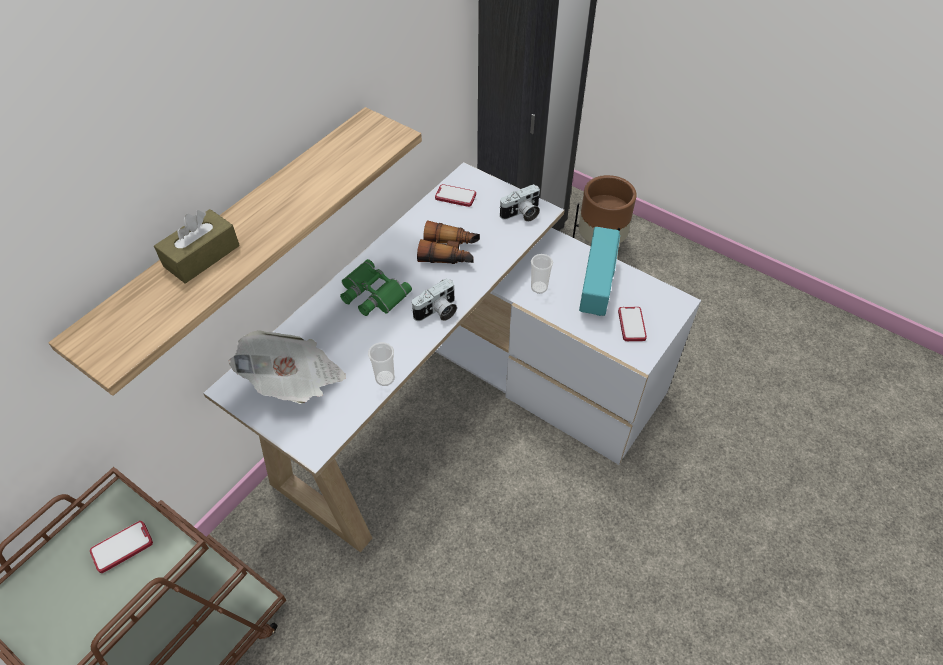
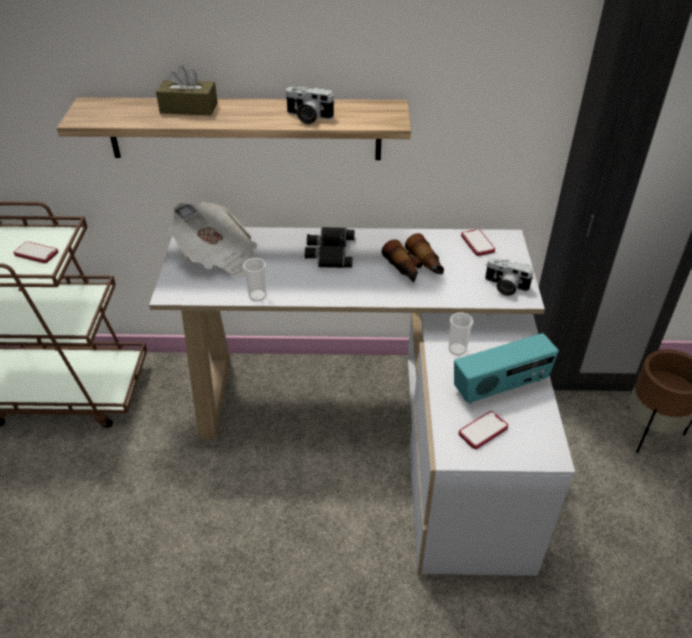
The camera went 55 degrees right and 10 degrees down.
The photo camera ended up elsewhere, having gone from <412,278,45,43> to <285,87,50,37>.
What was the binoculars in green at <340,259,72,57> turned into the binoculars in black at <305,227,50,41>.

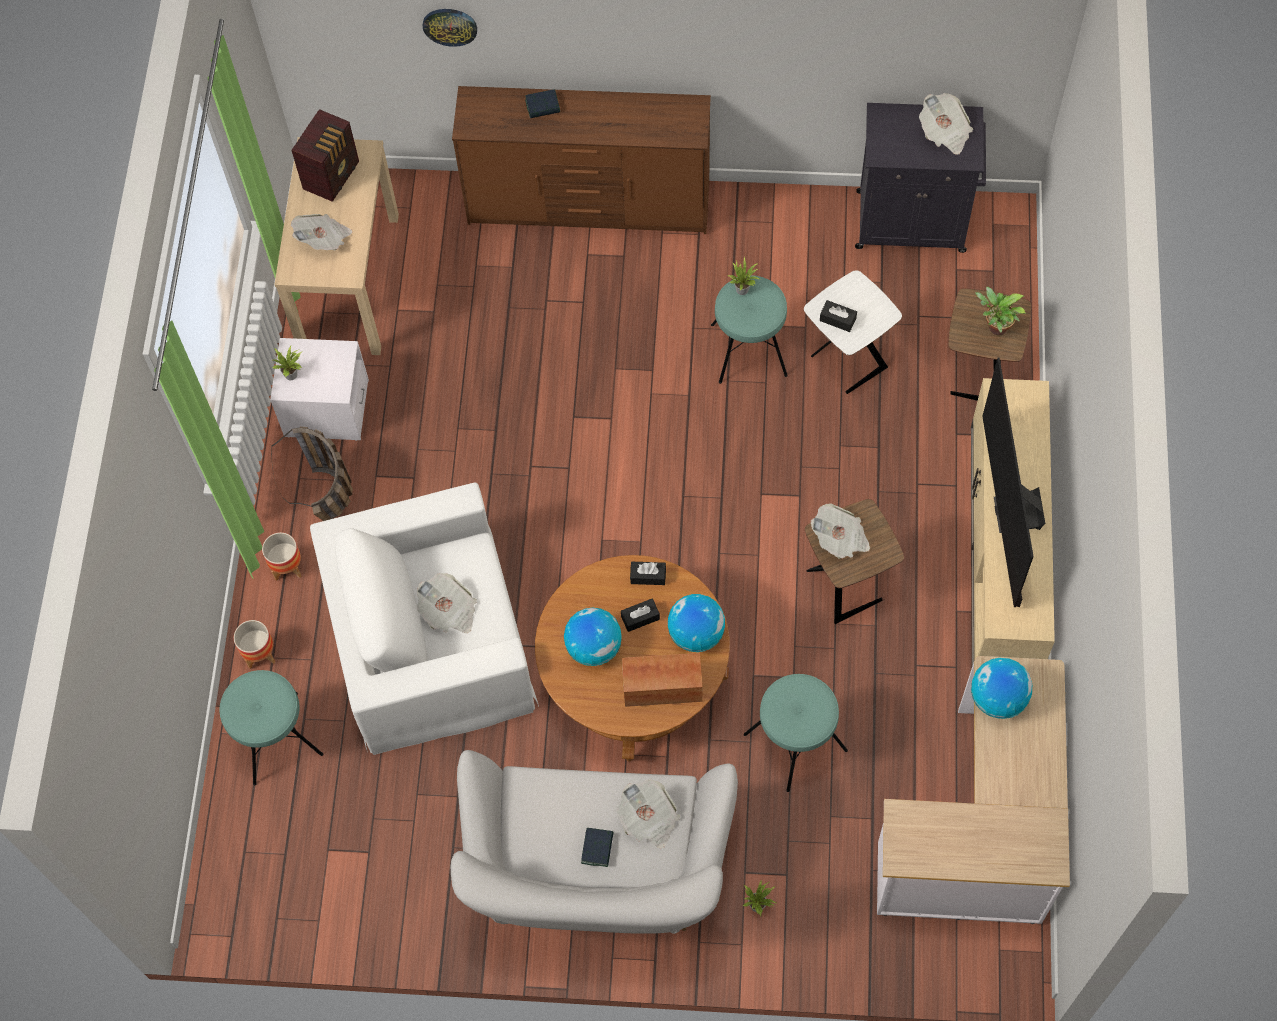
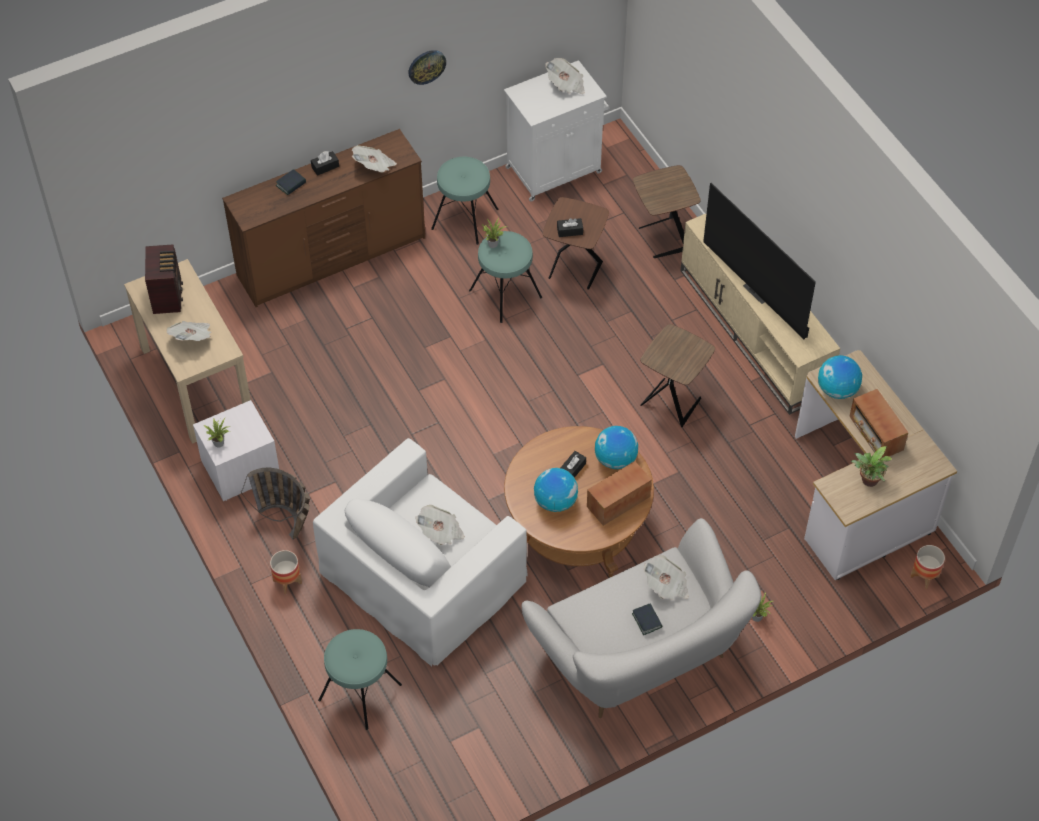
The camera went 35 degrees left and 10 degrees down.
The second view gained the radio at <849,389,59,71>.
The planter ended up elsewhere, having gone from <234,620,41,49> to <910,545,35,44>.
The wall clock ended up elsewhere, having gone from <423,9,54,38> to <408,50,38,35>.
The tissue box in black ended up elsewhere, having gone from <630,562,36,23> to <311,151,28,25>.
The stool in turquoise ended up elsewhere, having gone from <744,674,104,118> to <431,157,67,88>.
The newspaper ended up elsewhere, having gone from <811,503,59,56> to <352,145,45,28>.
The potted plant ended up elsewhere, having gone from <975,287,51,48> to <851,446,41,41>.
What was the side table in white at <804,270,98,124> turned into the side table in brown at <543,197,66,92>.
What was the cabinet in black at <855,103,131,150> turned into the cabinet in white at <504,60,105,142>.

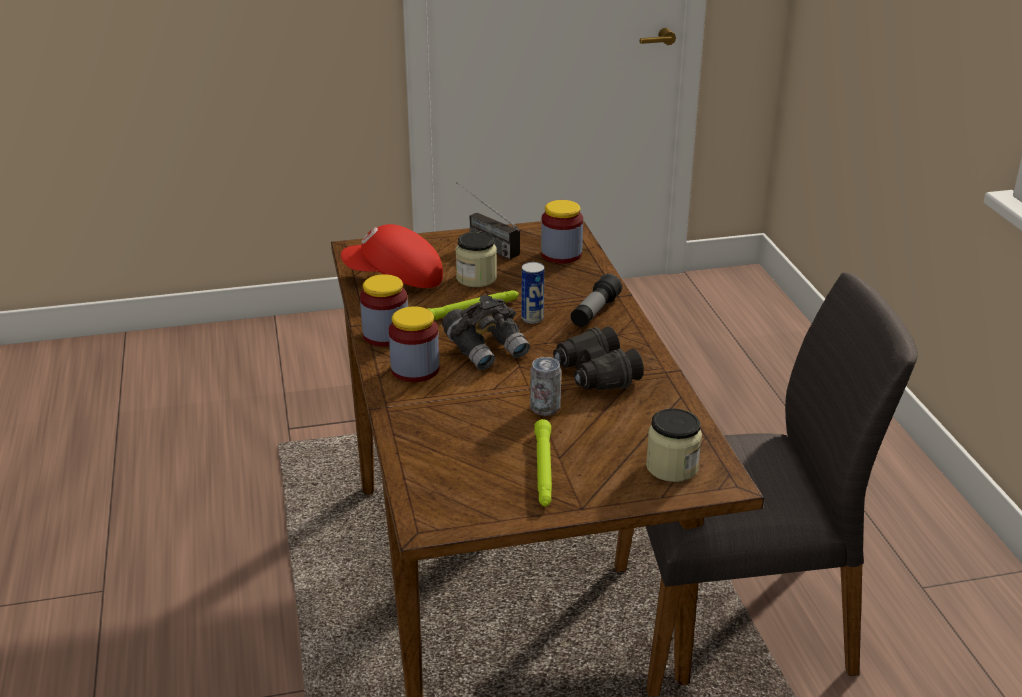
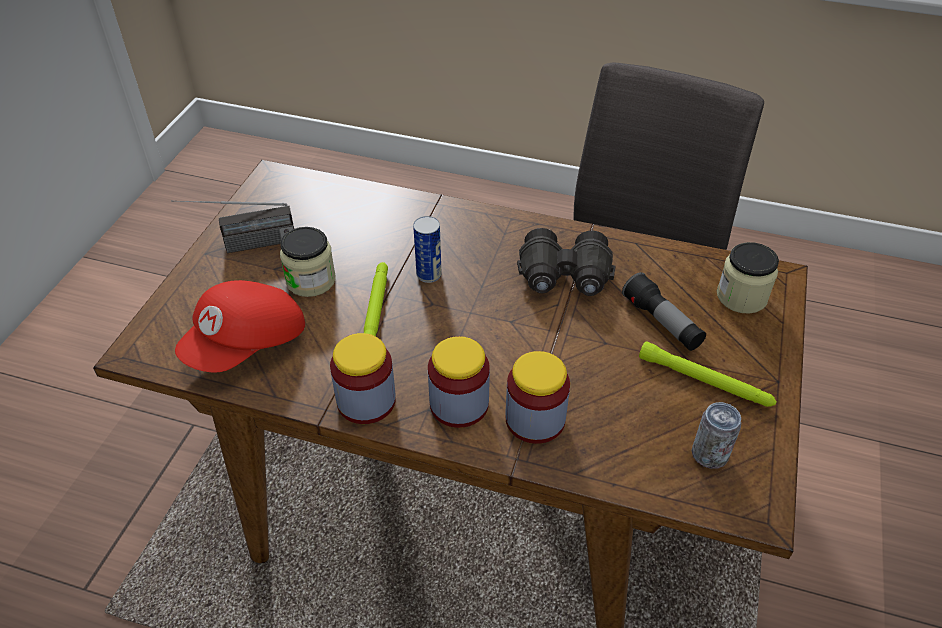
The camera went 60 degrees left and 15 degrees up.
The second view lost the binoculars in grey at <442,295,88,75>.
The can ended up elsewhere, having gone from <530,357,31,59> to <692,402,49,67>.
The jar ended up elsewhere, having gone from <541,200,42,64> to <505,351,65,93>.
The flashlight ended up elsewhere, having gone from <571,274,51,53> to <622,272,84,79>.

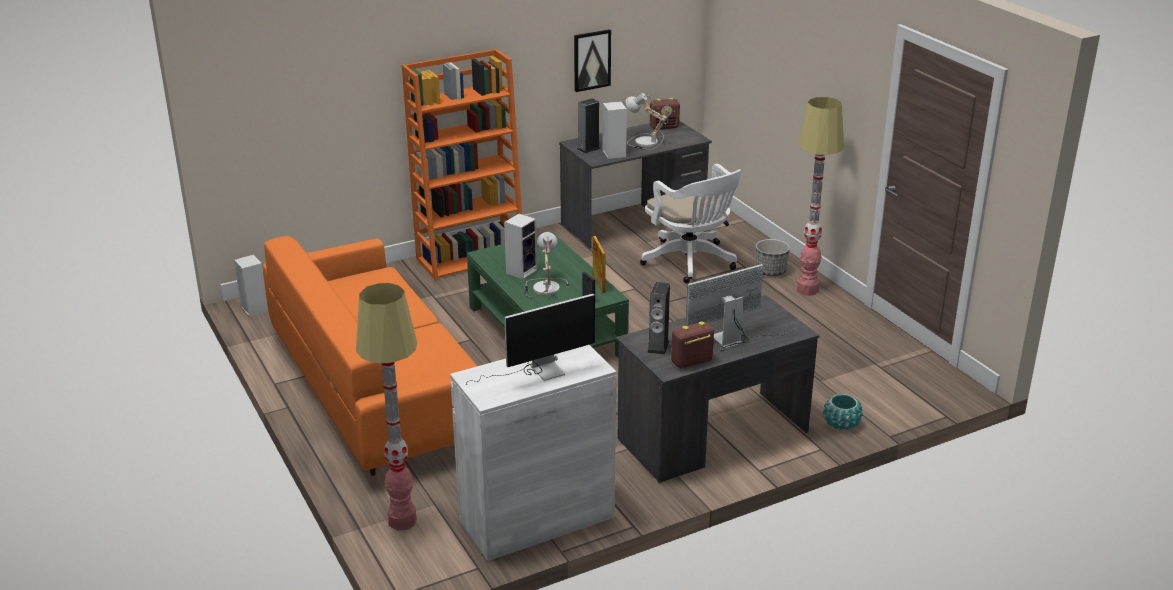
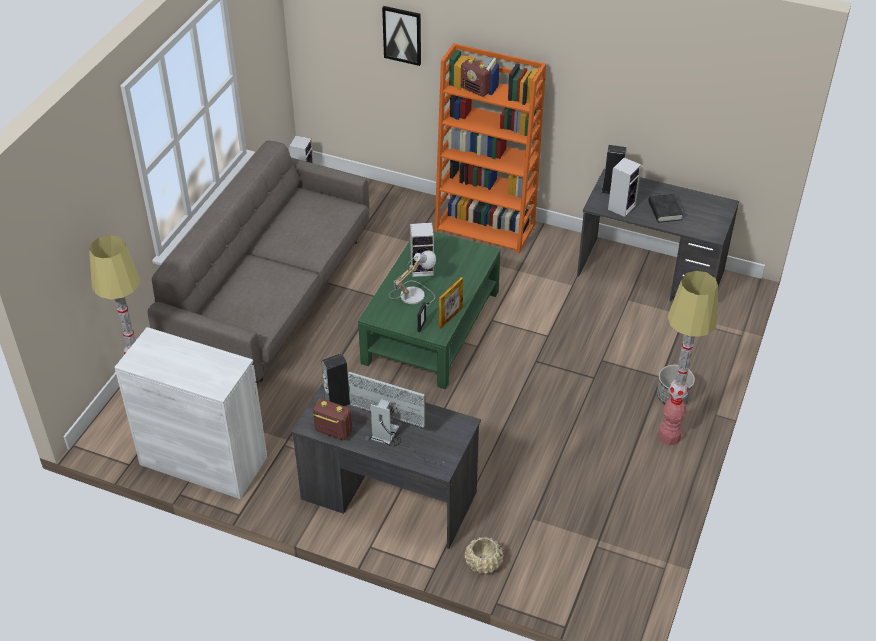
The camera went 50 degrees right and 15 degrees up.
The second view lost the monitor at <466,294,129,91>.
The second view lost the office chair in white at <640,164,101,119>.
The picture ended up elsewhere, having gone from <574,29,37,63> to <382,6,39,60>.
The radio ended up elsewhere, having gone from <650,98,30,32> to <461,59,31,38>.
Where the table lamp stood at <625,93,43,57>, the book in black came to stand at <648,194,35,29>.
What was the sofa in orange at <263,236,214,240> turned into the sofa in grey at <148,141,222,241>.
What was the planter in turquoise at <823,394,40,36> turned into the planter in beige at <465,536,38,39>.

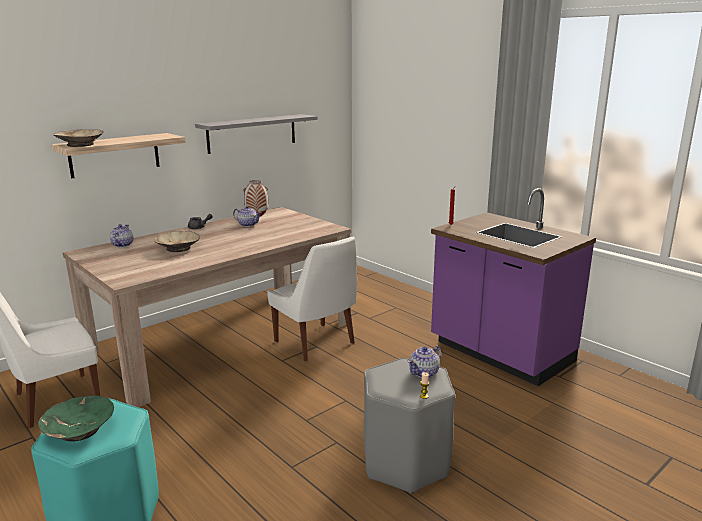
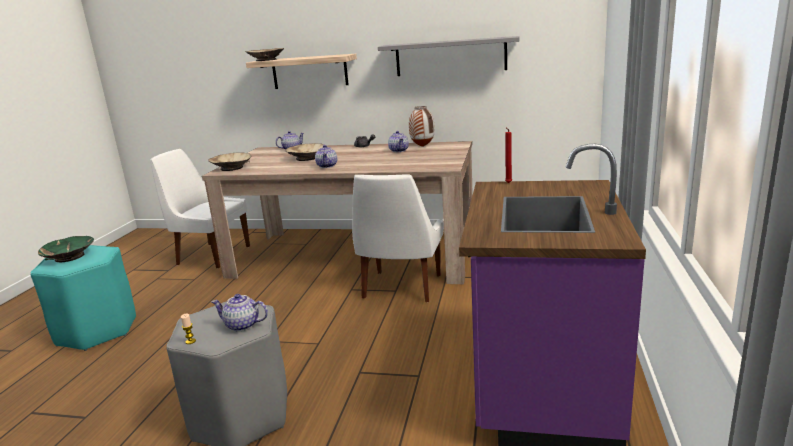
The camera went 55 degrees right and 0 degrees up.
The second view gained the bowl in beige at <208,152,43,19>.
The second view gained the teapot at <315,145,22,23>.

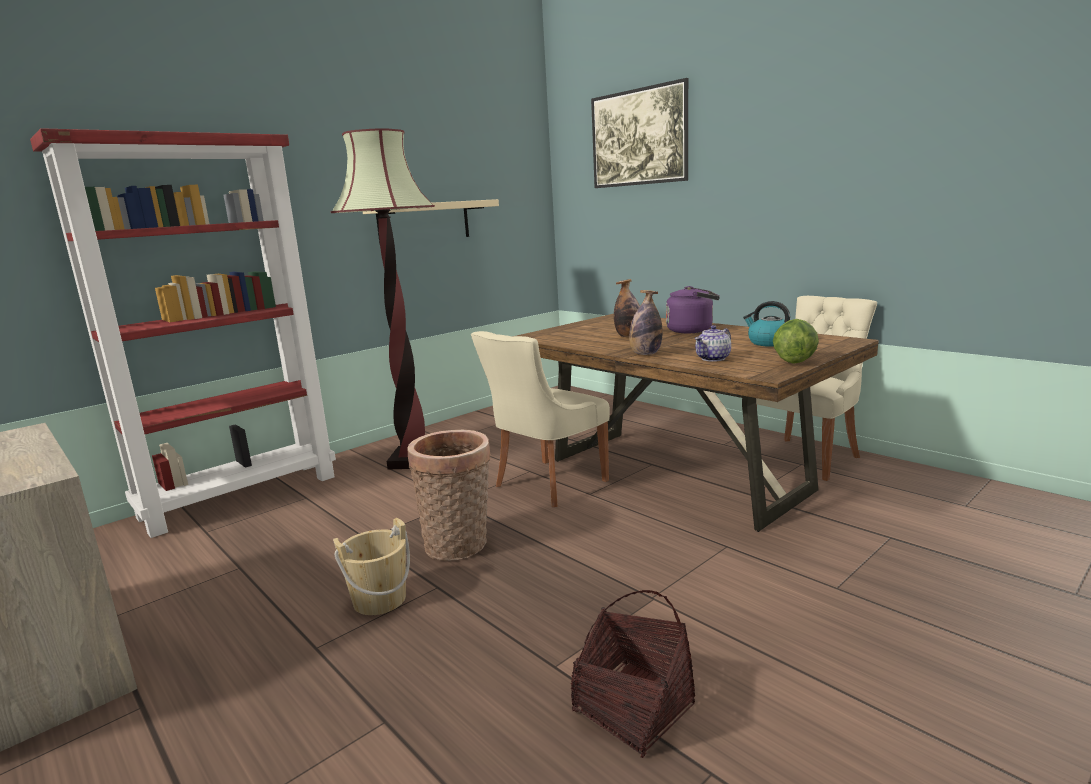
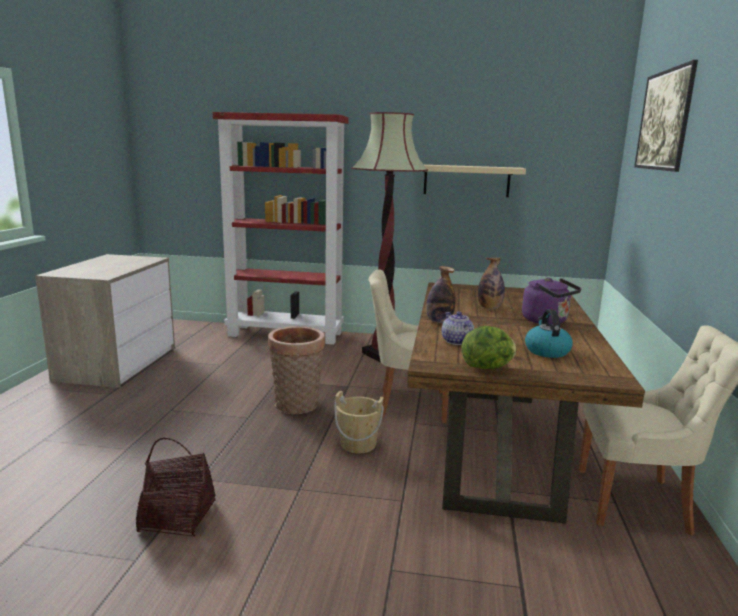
The camera went 50 degrees right and 0 degrees up.
The bucket in beige ended up elsewhere, having gone from <333,518,77,97> to <335,391,49,62>.
The teapot at <695,325,36,37> ended up facing another way, 60 degrees clockwise from before.

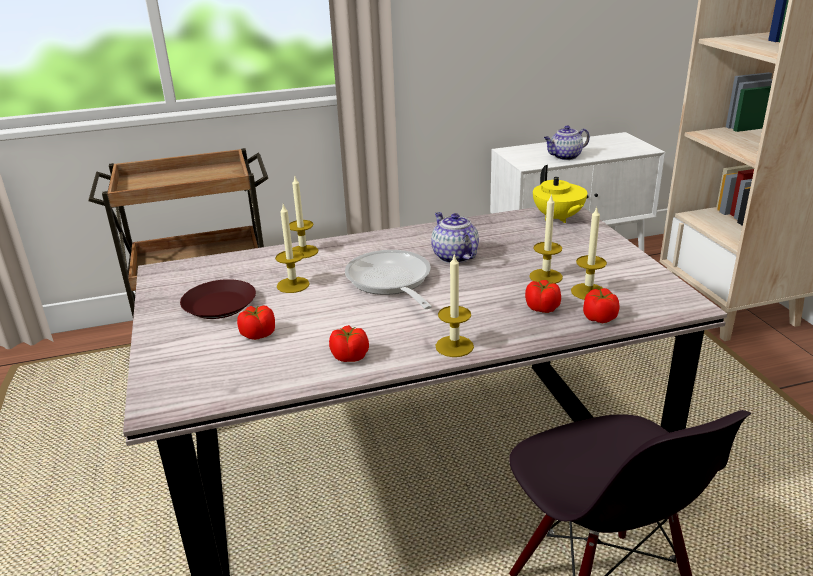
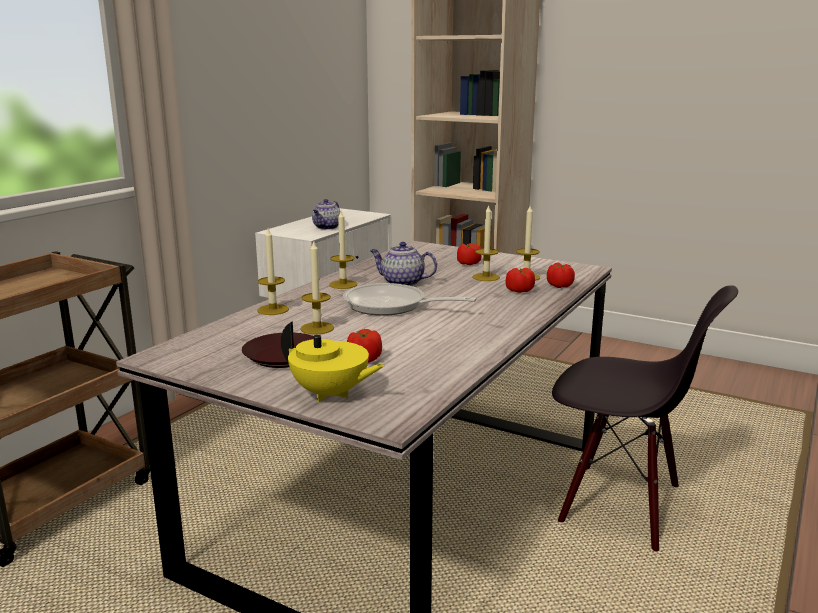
The camera went 45 degrees left and 10 degrees down.
The tomato ended up elsewhere, having gone from <329,325,40,37> to <457,243,25,22>.
The candle ended up elsewhere, having gone from <436,253,38,104> to <329,211,28,78>.
The teapot in yellow ended up elsewhere, having gone from <533,165,54,58> to <281,321,104,81>.

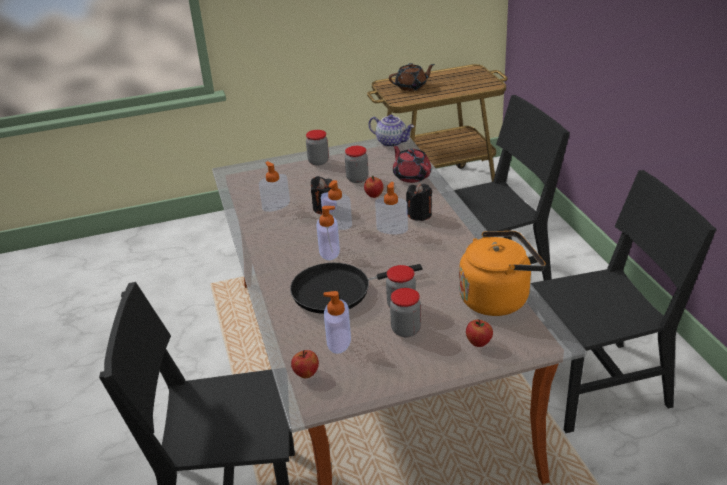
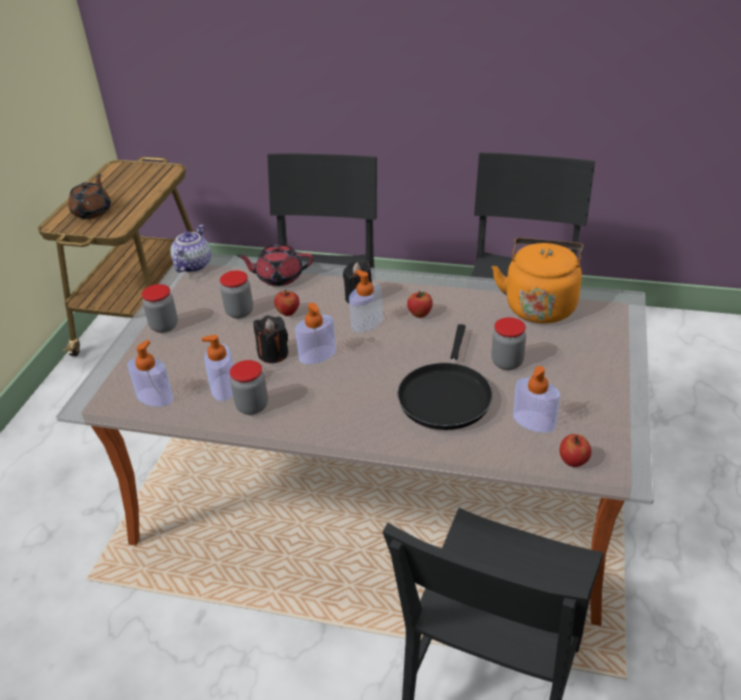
The camera went 60 degrees left and 5 degrees up.
The soap dispenser ended up elsewhere, having gone from <316,206,24,54> to <127,340,47,67>.
The jar ended up elsewhere, having gone from <390,288,31,49> to <230,360,38,55>.
The apple ended up elsewhere, having gone from <466,319,27,28> to <407,291,26,27>.
The teapot at <368,114,46,33> ended up facing another way, 45 degrees counterclockwise from before.

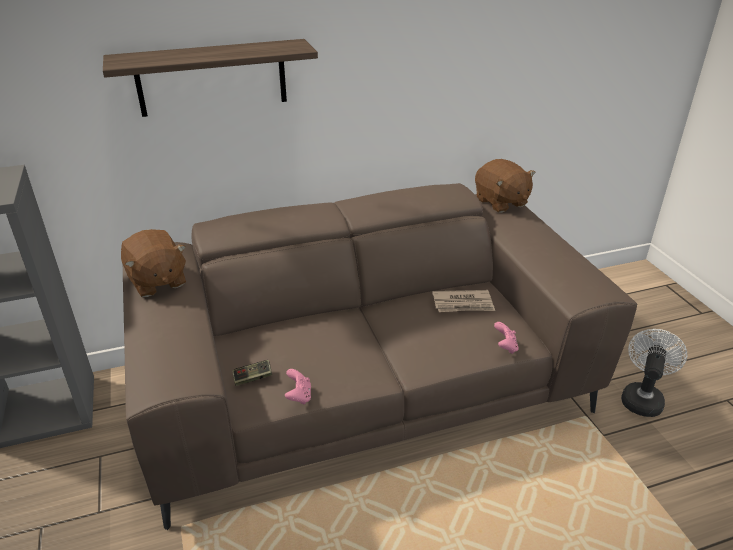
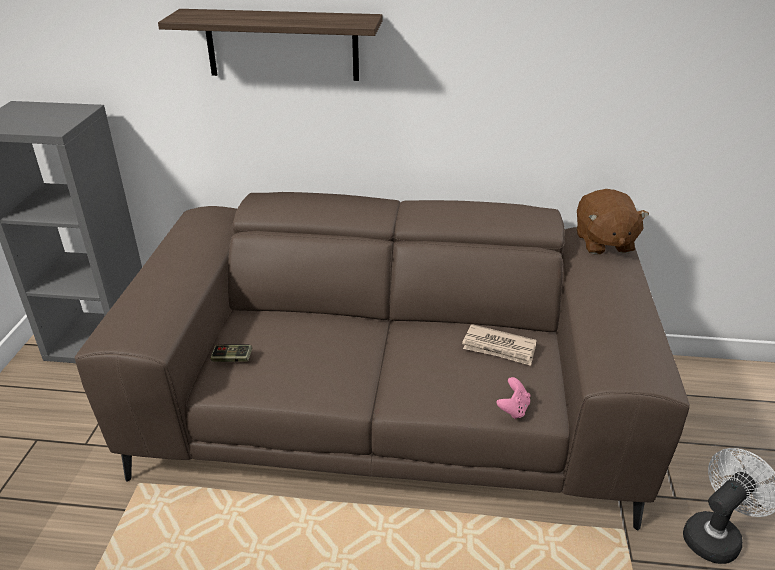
The camera went 25 degrees right and 0 degrees up.
The second view lost the plush toy in brown at <121,229,65,68>.
The second view lost the game controller in pink at <285,369,26,35>.

